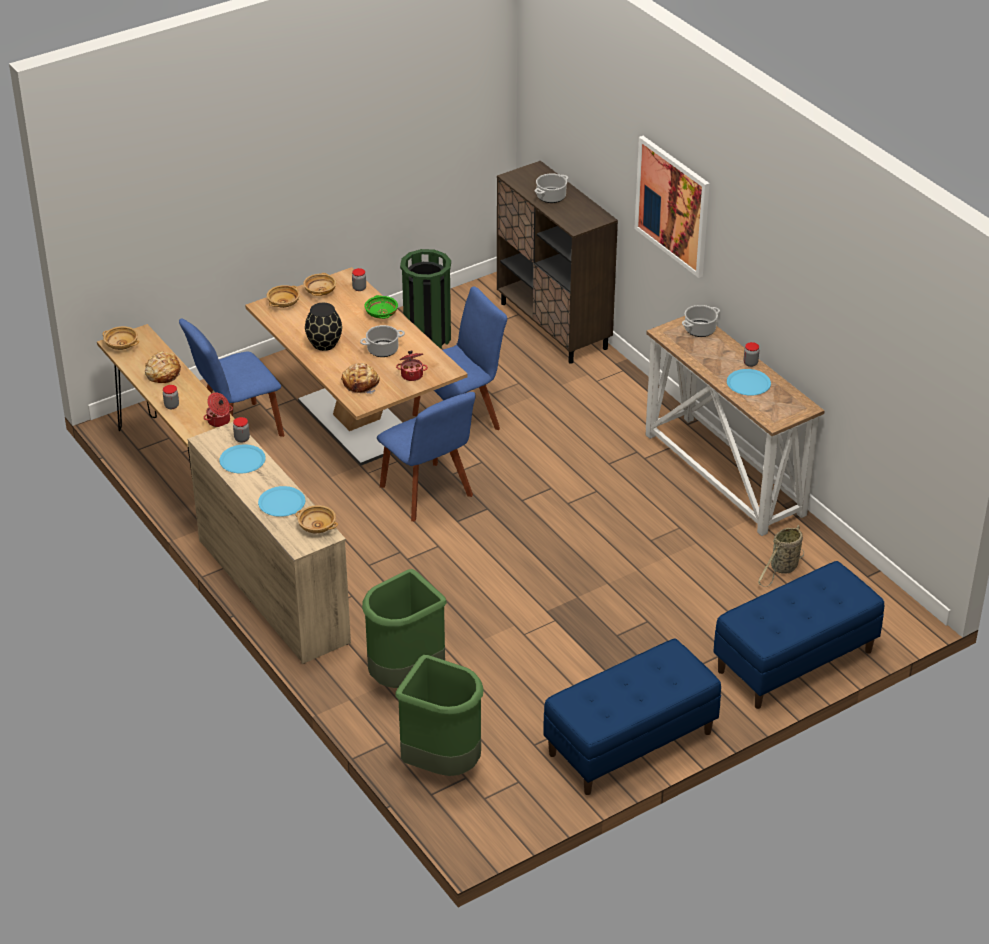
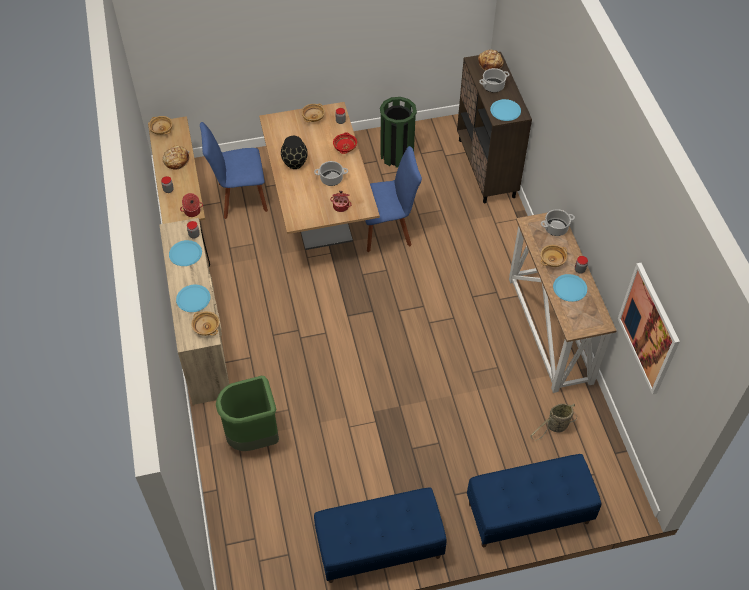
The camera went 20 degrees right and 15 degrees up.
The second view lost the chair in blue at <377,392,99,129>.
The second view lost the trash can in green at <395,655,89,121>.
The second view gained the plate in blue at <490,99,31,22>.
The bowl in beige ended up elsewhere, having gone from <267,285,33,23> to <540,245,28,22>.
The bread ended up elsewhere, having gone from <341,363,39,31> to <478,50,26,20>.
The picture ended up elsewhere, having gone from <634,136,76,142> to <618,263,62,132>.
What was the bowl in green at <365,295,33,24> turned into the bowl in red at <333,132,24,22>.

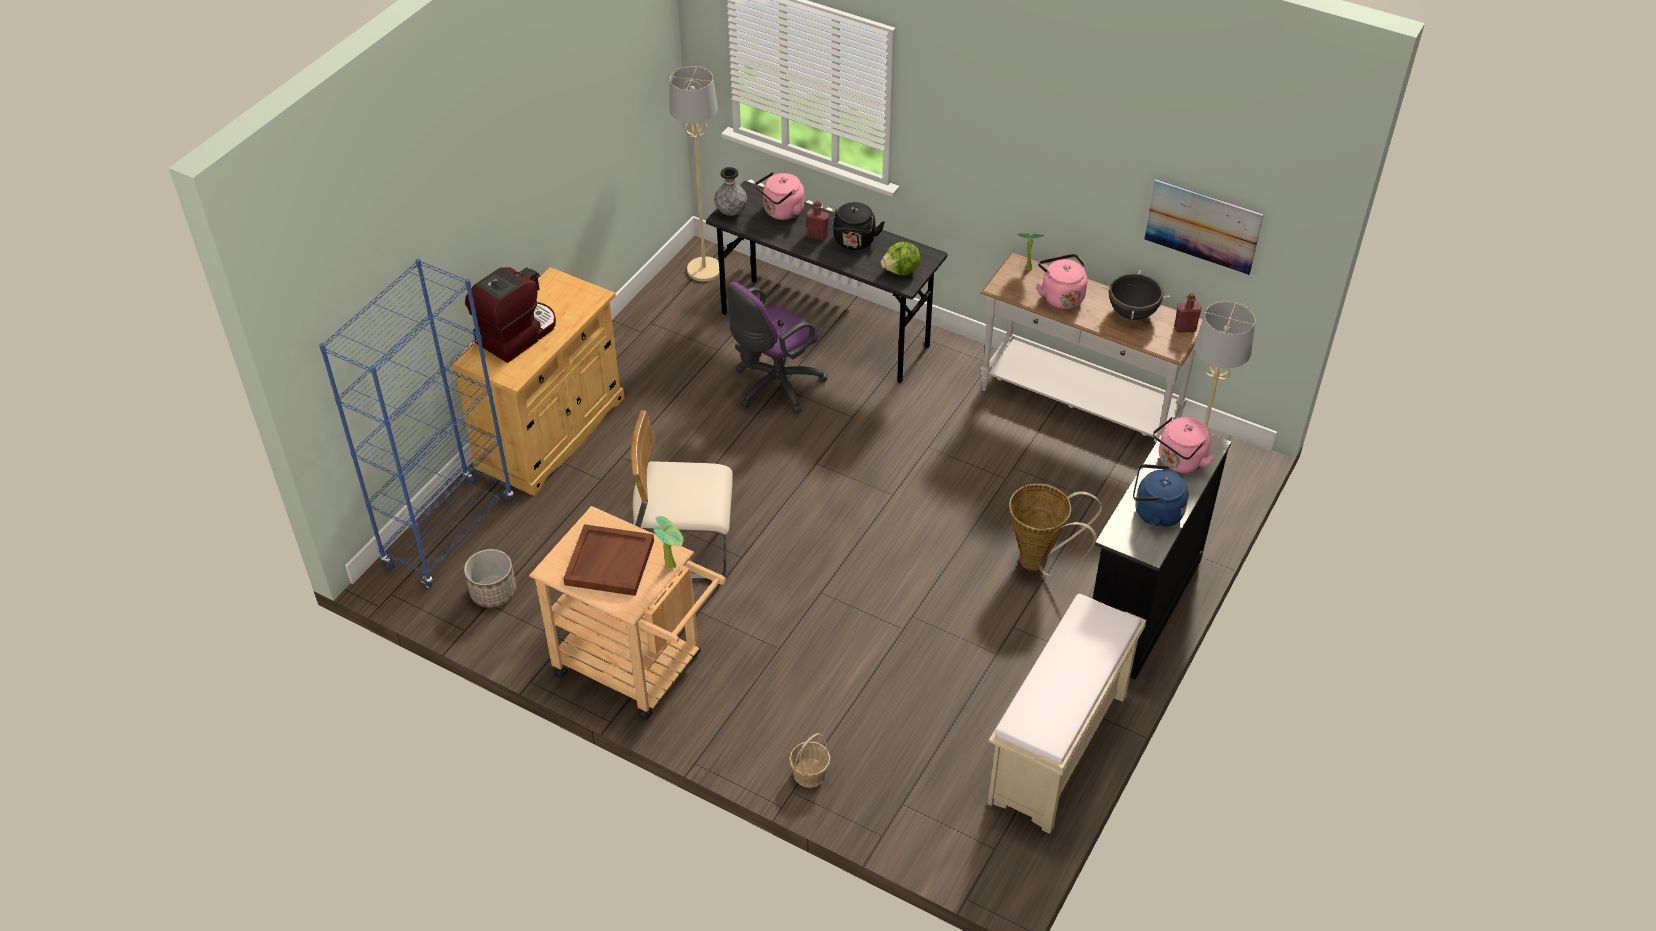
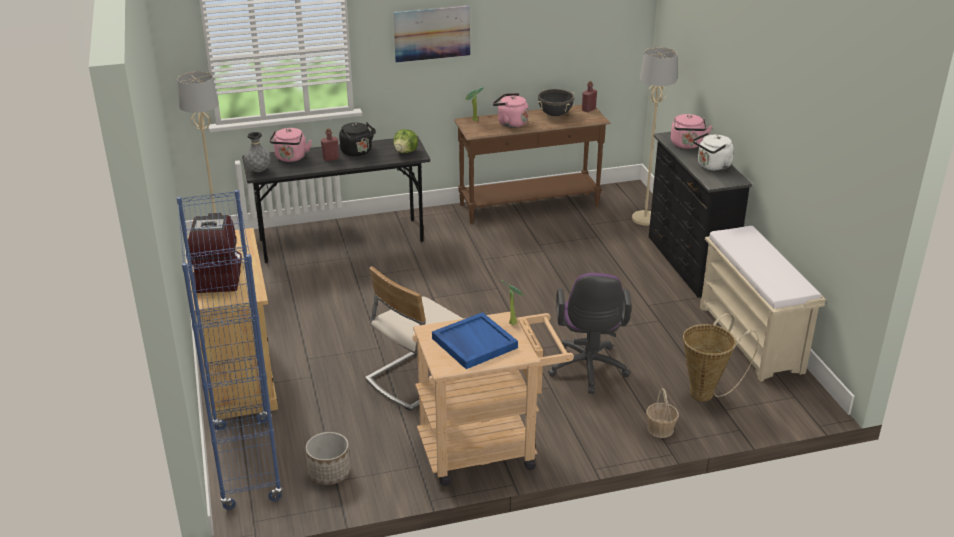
The camera went 45 degrees left and 15 degrees down.
The office chair in purple ended up elsewhere, having gone from <726,282,102,132> to <548,273,84,121>.
The basket ended up elsewhere, having gone from <1009,484,93,92> to <683,313,76,89>.
The picture ended up elsewhere, having gone from <1144,179,120,96> to <393,6,77,57>.
What was the tray in brown at <563,524,91,72> turned into the tray in blue at <432,312,86,57>.
What was the console table in white at <980,253,223,191> turned into the console table in brown at <454,105,157,118>.
What was the kettle in blue at <1133,464,56,63> turned into the kettle in white at <693,132,41,39>.

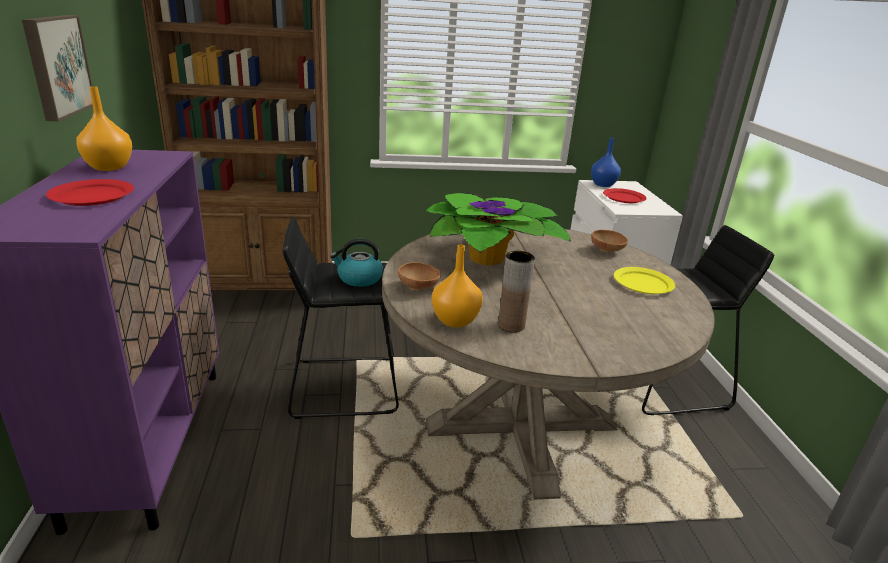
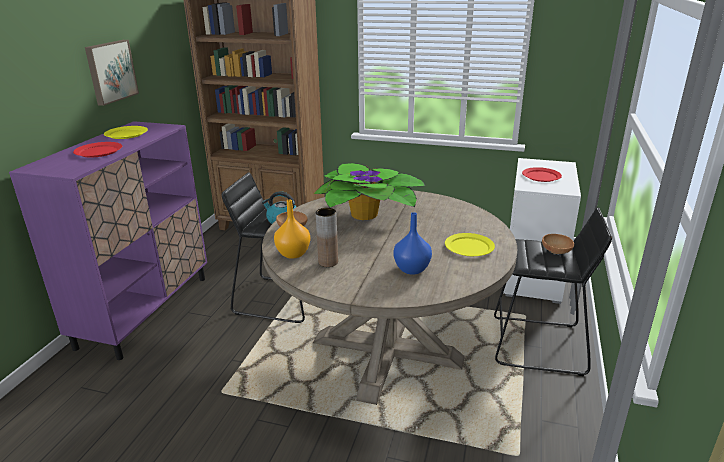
The camera went 25 degrees right and 0 degrees up.
The vase in blue ended up elsewhere, having gone from <591,138,30,49> to <394,212,38,63>.
The bowl in brown ended up elsewhere, having gone from <591,230,37,22> to <542,234,32,20>.
Where the vase in orange stood at <76,86,56,85>, the plate in yellow came to stand at <104,126,44,13>.

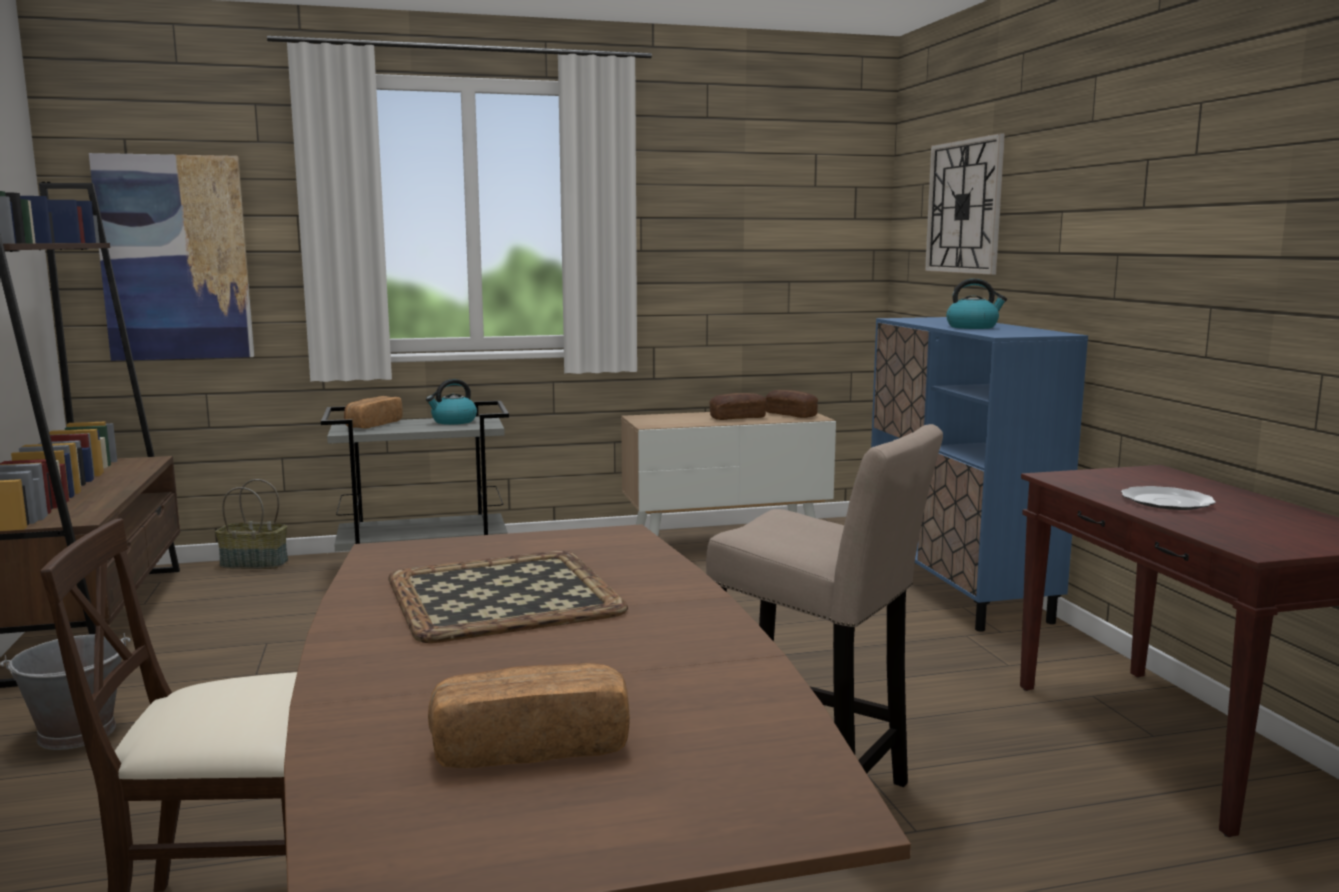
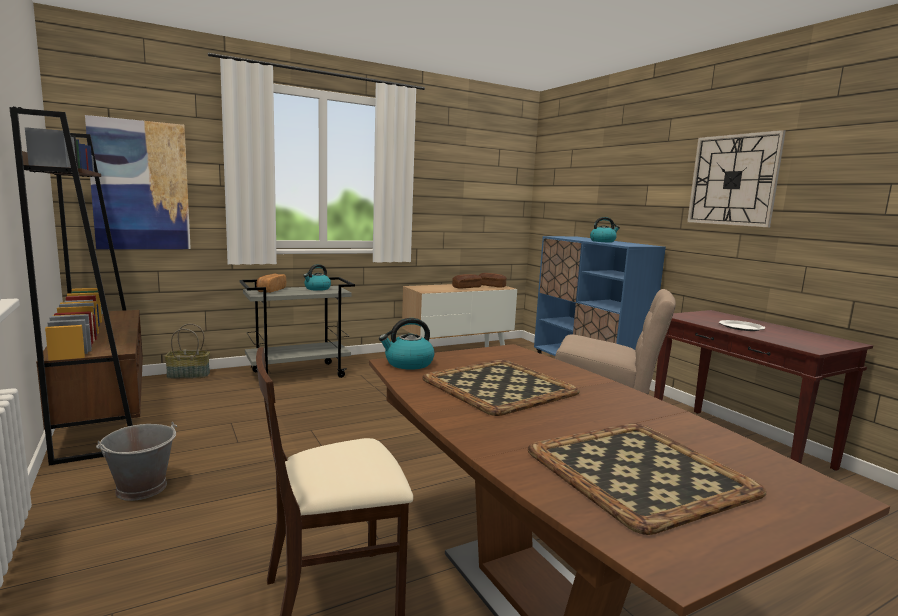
The camera went 15 degrees left and 0 degrees up.
The second view gained the kettle at <379,318,56,52>.
The wall clock ended up elsewhere, having gone from <925,133,80,142> to <687,130,99,97>.
Where the bread stood at <428,663,202,105>, the tray came to stand at <528,423,238,112>.

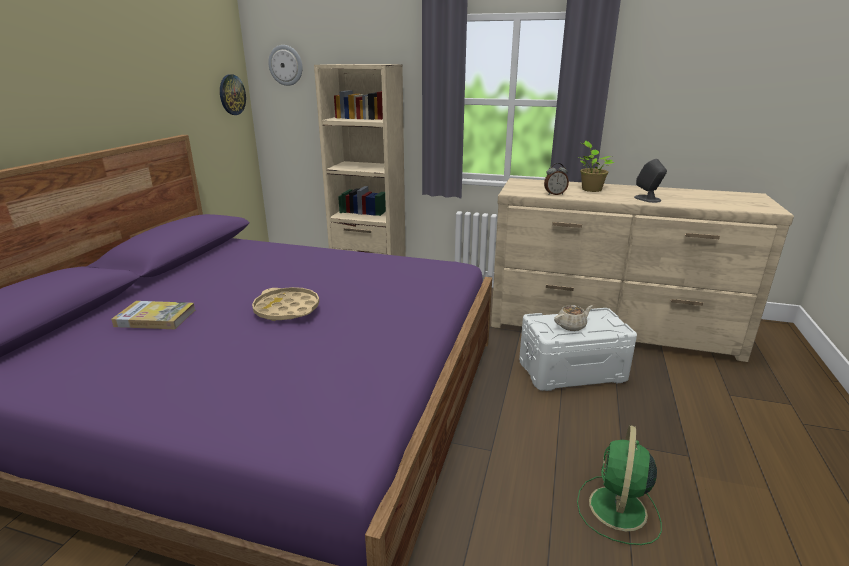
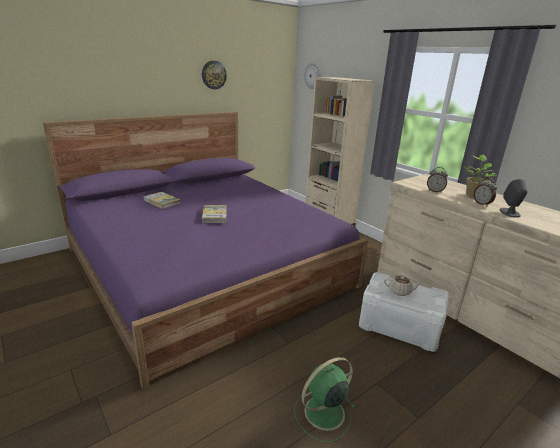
The camera went 35 degrees right and 0 degrees up.
The second view gained the alarm clock at <474,178,23,28>.
The wall clock ended up elsewhere, having gone from <220,74,26,41> to <202,61,25,28>.
Where the tray in beige stood at <252,287,67,34>, the book came to stand at <202,205,25,18>.

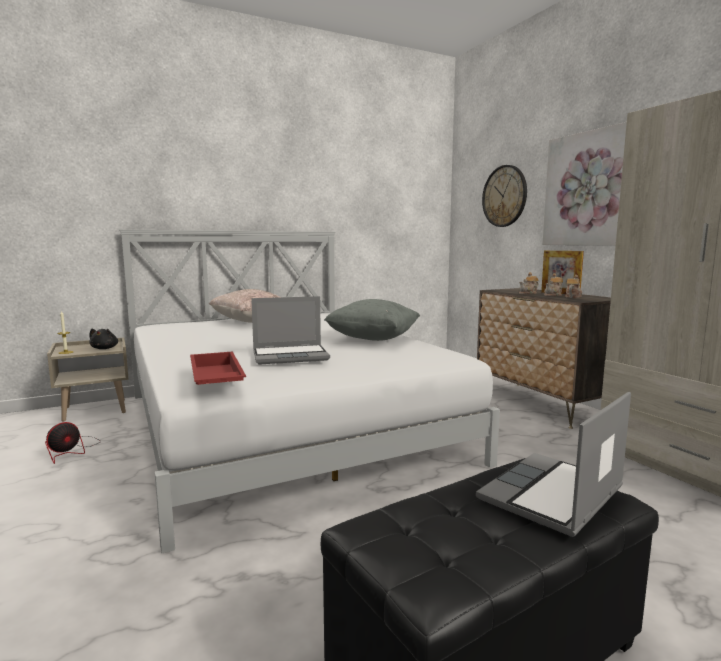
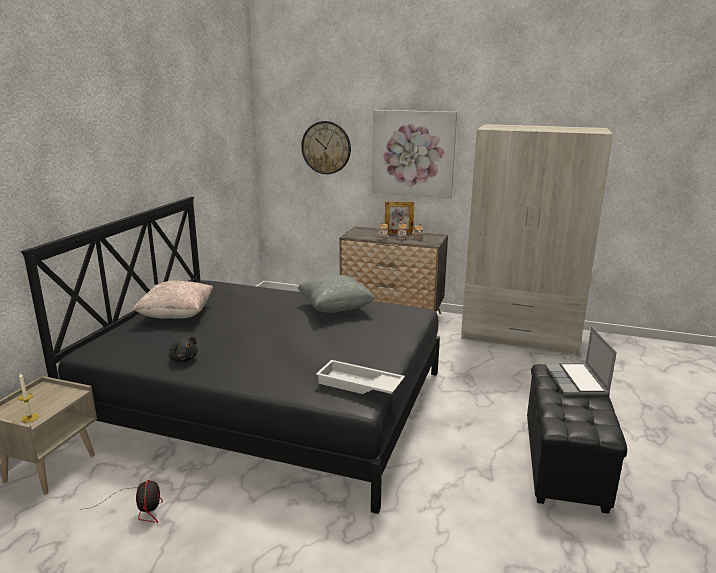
The camera went 45 degrees left and 10 degrees up.
The second view lost the laptop at <251,296,79,69>.
The plush toy in black ended up elsewhere, having gone from <89,329,29,20> to <169,337,29,25>.
What was the bed in white at <119,229,381,324> turned into the bed in black at <21,197,419,317>.
What was the tray in red at <190,352,56,33> turned into the tray in white at <316,360,89,34>.

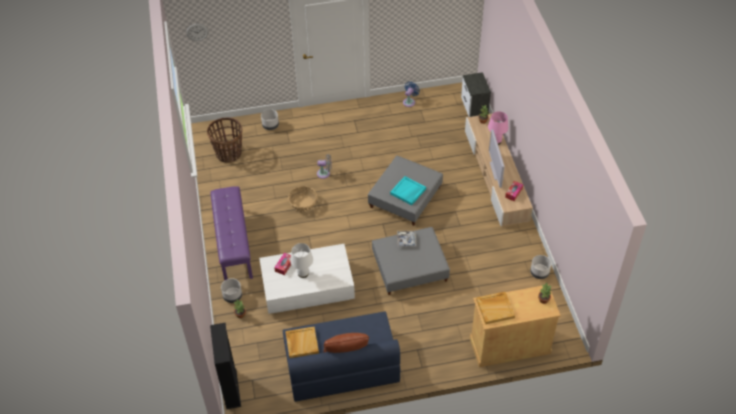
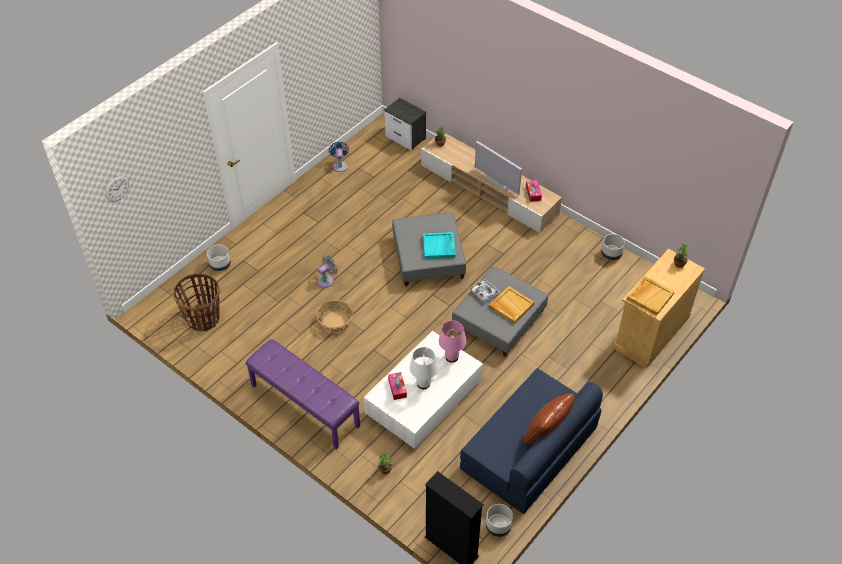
The camera went 40 degrees left and 0 degrees up.
The planter in grey ended up elsewhere, having gone from <221,278,21,25> to <486,504,27,33>.
The tray in beige ended up elsewhere, having gone from <285,327,34,31> to <489,286,45,38>.
The table lamp in pink ended up elsewhere, having gone from <488,111,20,34> to <439,321,27,42>.

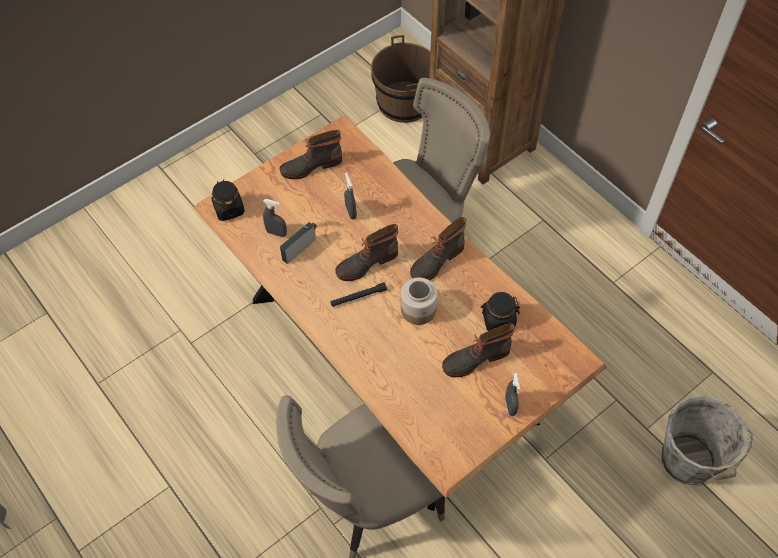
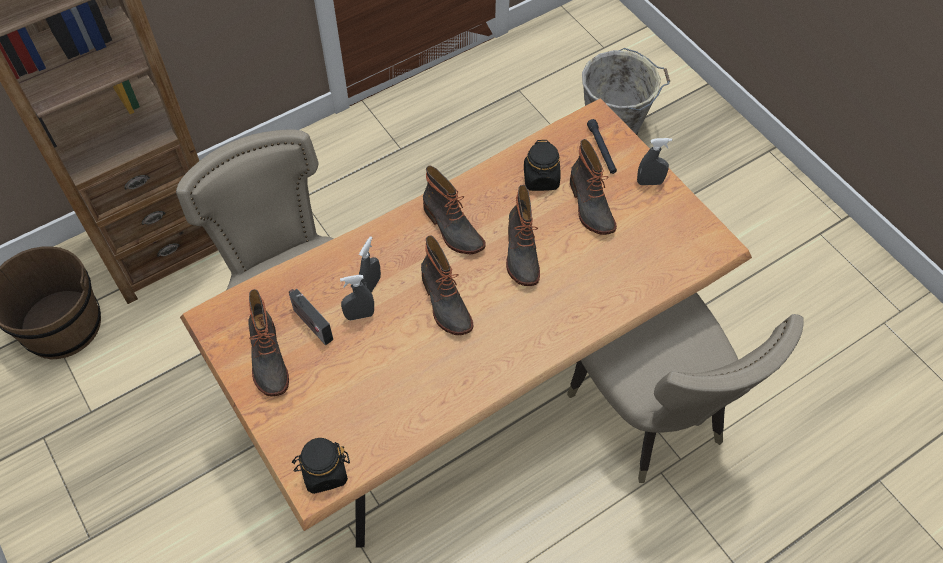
The camera went 85 degrees left and 0 degrees up.
The spray bottle in grey ended up elsewhere, having gone from <263,199,24,38> to <359,236,22,57>.
The radio ended up elsewhere, having gone from <280,222,36,42> to <289,289,44,56>.
The flashlight in black ended up elsewhere, having gone from <331,282,56,25> to <587,119,30,55>.
Where the jar stood at <401,278,36,47>, the boot came to stand at <506,185,34,101>.

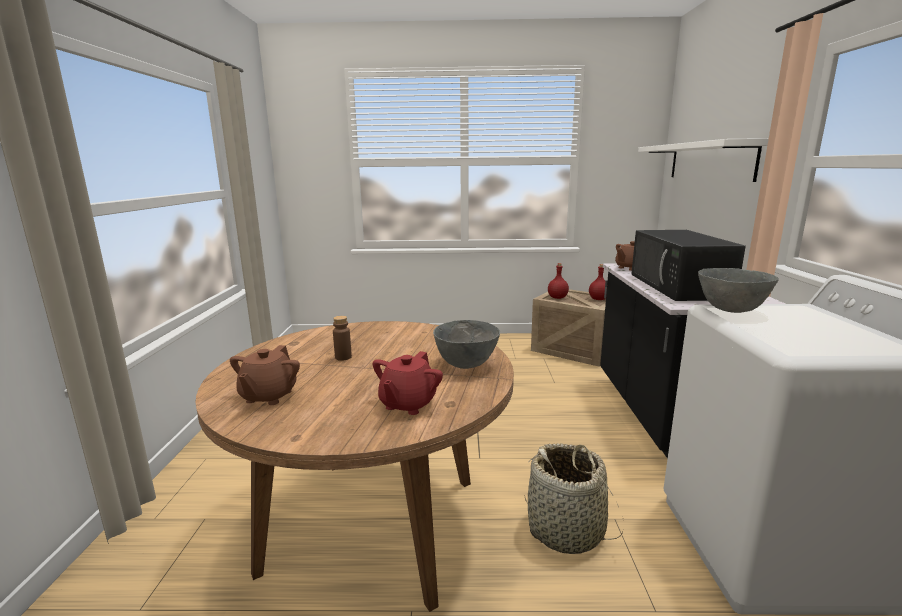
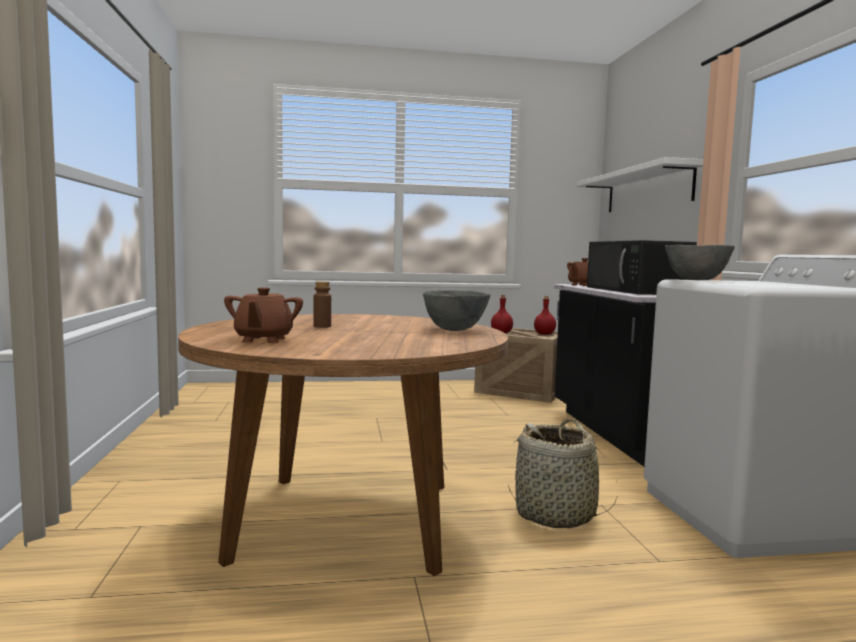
The camera went 10 degrees left and 10 degrees down.
The second view lost the teapot in red at <373,351,70,64>.

